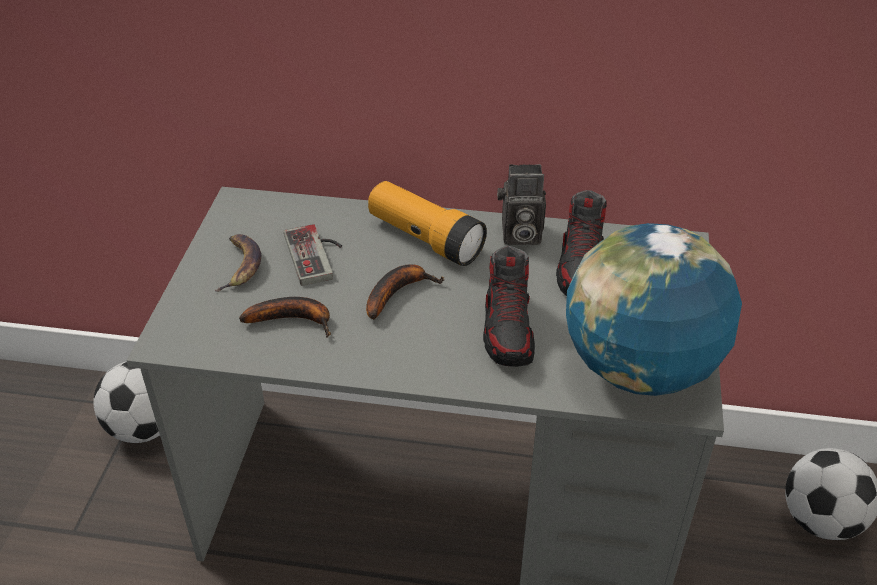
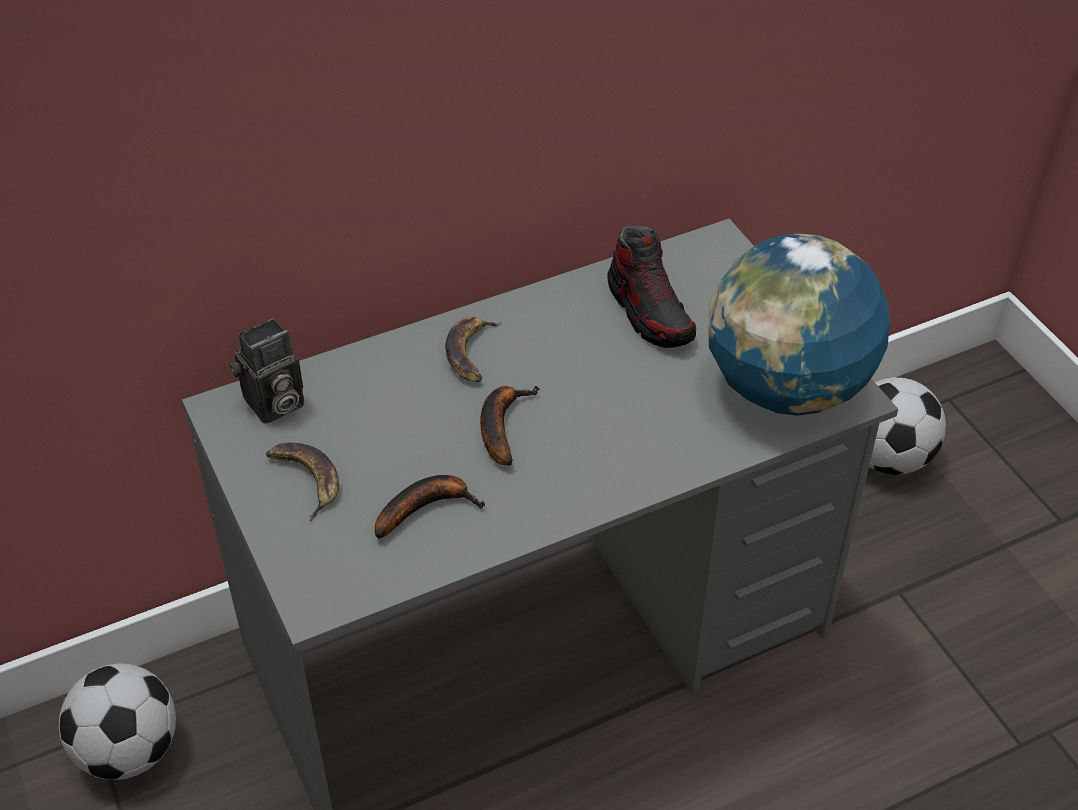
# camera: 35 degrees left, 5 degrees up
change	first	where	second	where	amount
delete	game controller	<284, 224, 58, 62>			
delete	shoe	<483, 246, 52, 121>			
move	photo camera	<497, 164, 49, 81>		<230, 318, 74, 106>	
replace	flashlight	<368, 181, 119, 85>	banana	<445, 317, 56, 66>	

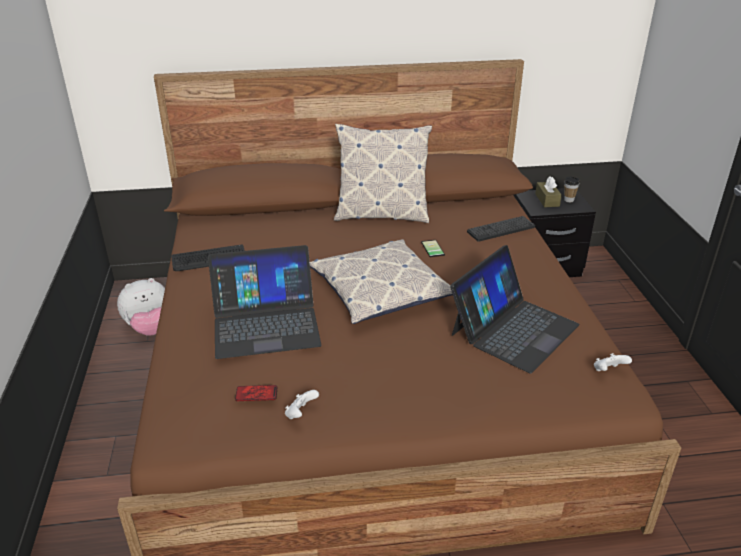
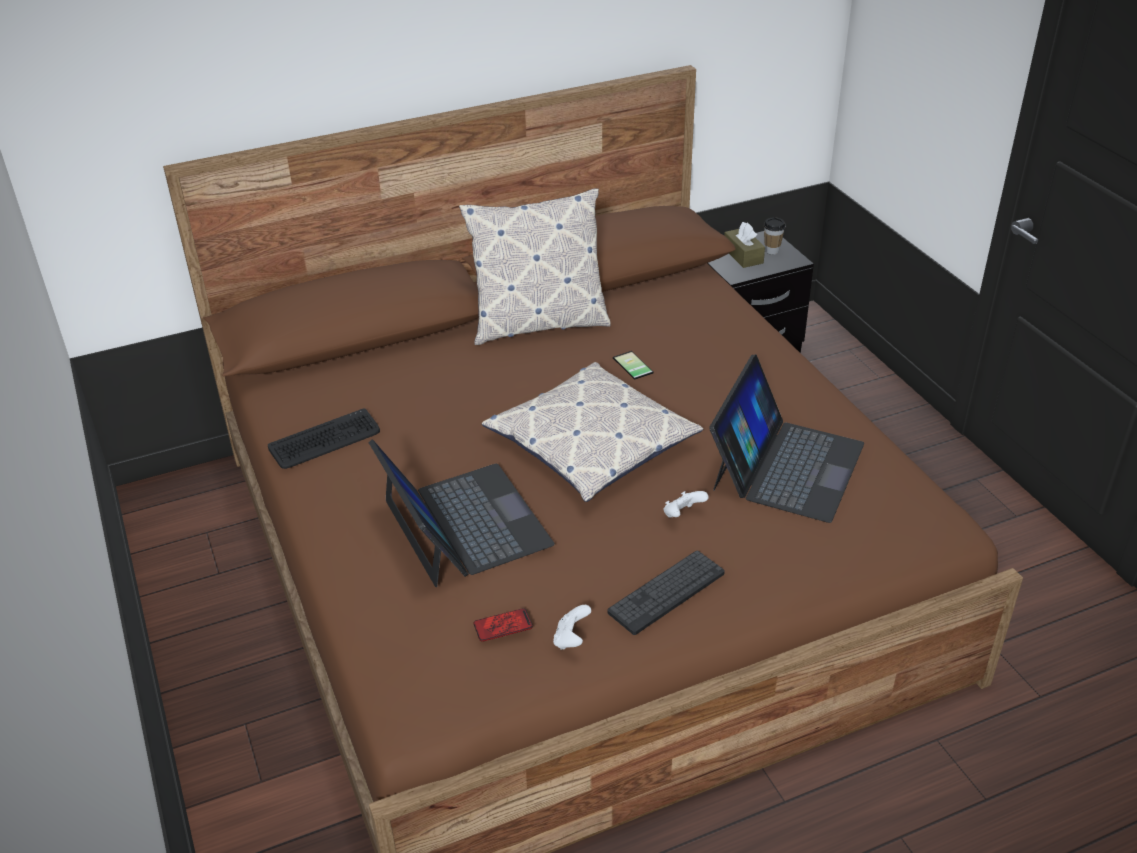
# camera: 15 degrees left, 5 degrees up
change	first	where	second	where	amount
delete	plush toy	<117, 278, 48, 58>			
move	keyboard	<467, 216, 68, 26>		<607, 551, 118, 84>	
move	game controller (white)	<594, 353, 38, 18>		<664, 491, 45, 27>	
rotate	laptop	<208, 245, 113, 114>		<368, 439, 187, 148>	90 degrees counterclockwise

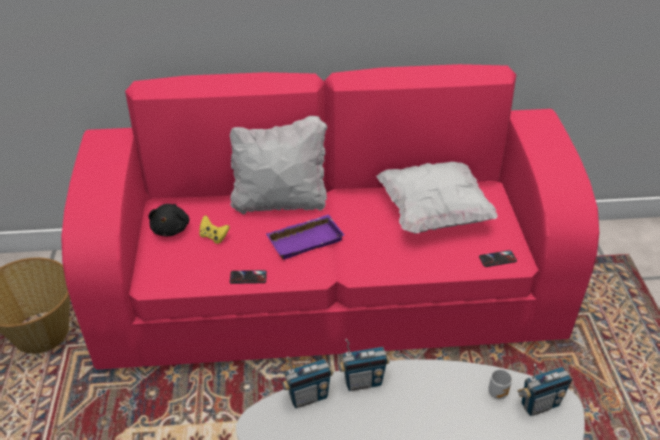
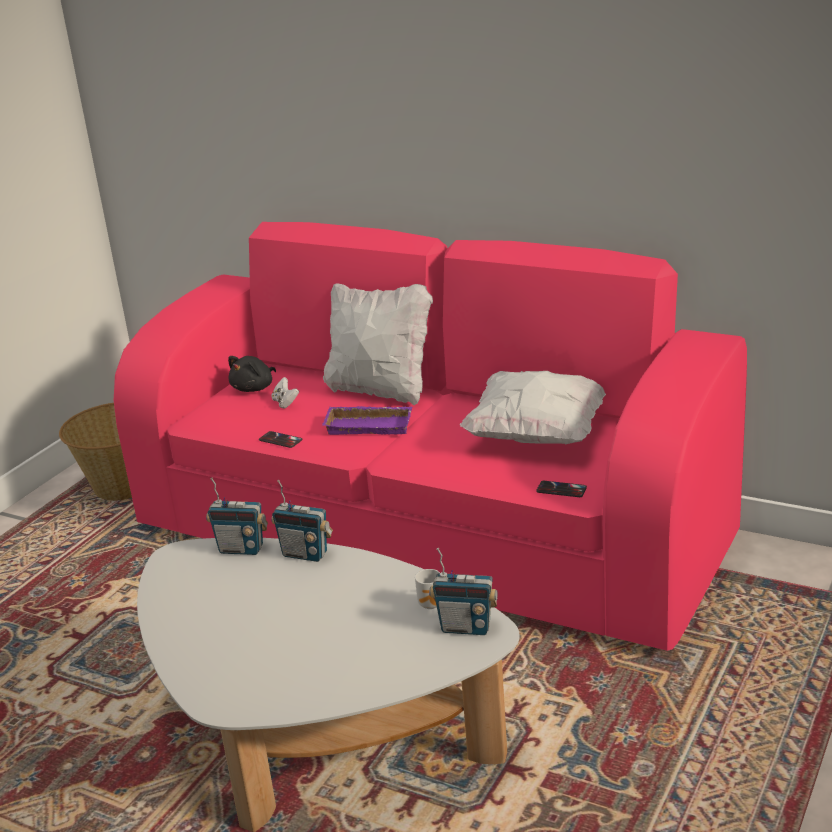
# camera: 35 degrees right, 15 degrees down
change	first	where	second	where	amount
recolor	game controller (yellow)	<199, 215, 31, 29>	game controller (white)	<271, 377, 28, 32>	

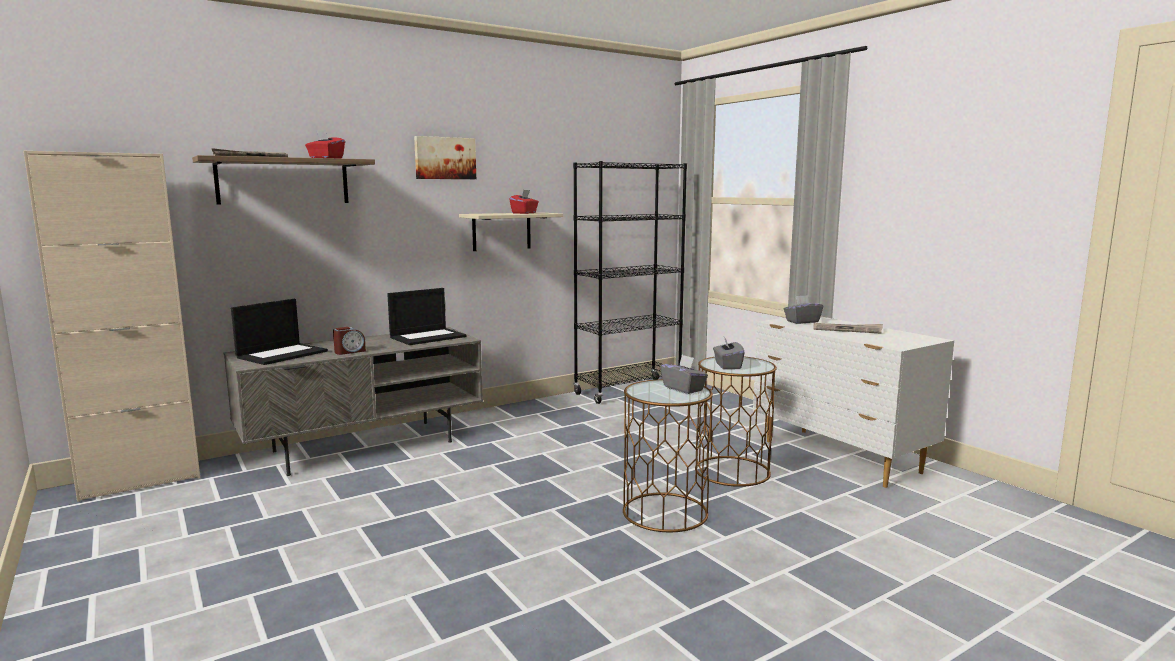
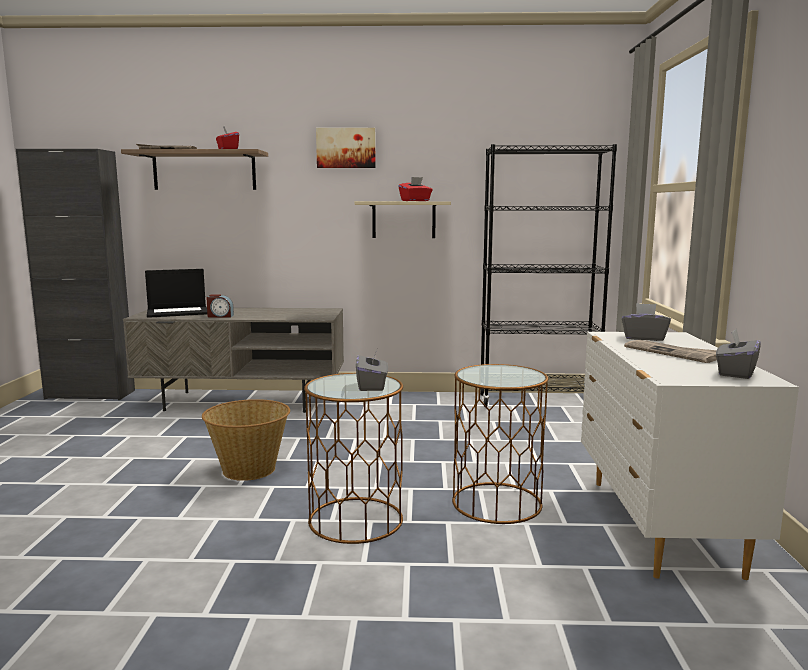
# camera: 35 degrees right, 0 degrees up
change	first	where	second	where	amount
delete	laptop	<387, 288, 80, 57>			
insert			basket	<202, 399, 88, 82>	
move	tissue box (grey)	<713, 337, 32, 32>		<716, 328, 45, 51>	
recolor	cabinet (beige)	<23, 151, 177, 351>	cabinet (black)	<16, 149, 119, 251>	

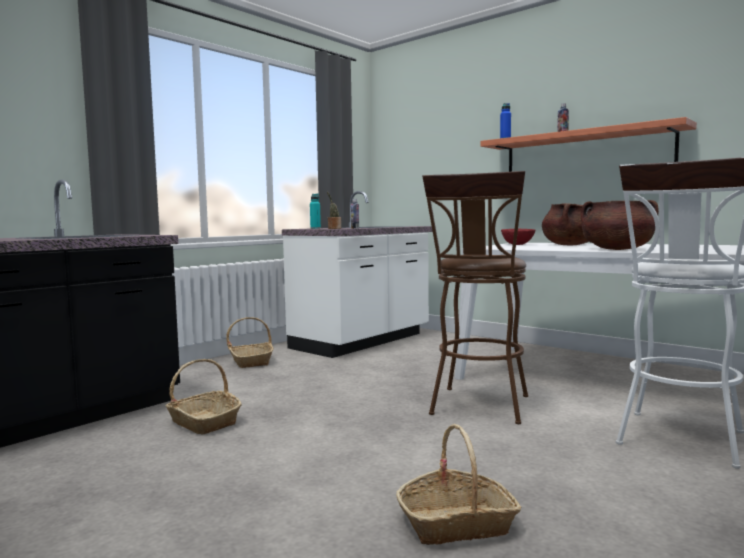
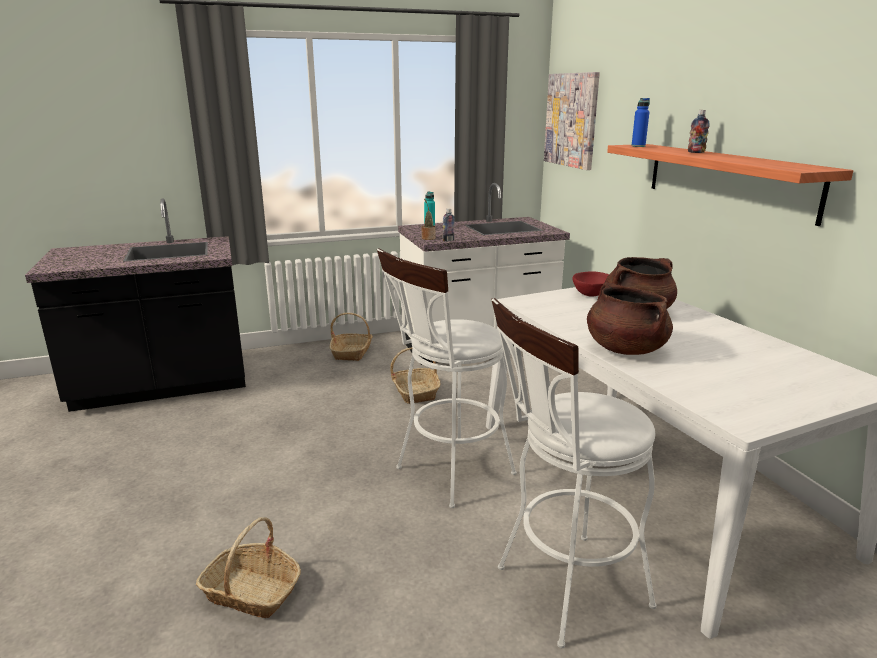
# camera: 30 degrees right, 15 degrees up
change	first	where	second	where	amount
insert			picture	<544, 72, 56, 98>	
move	basket	<166, 359, 76, 75>		<390, 348, 51, 56>	
recolor	stool (brown)	<422, 171, 106, 253>	stool (white)	<377, 249, 140, 259>	

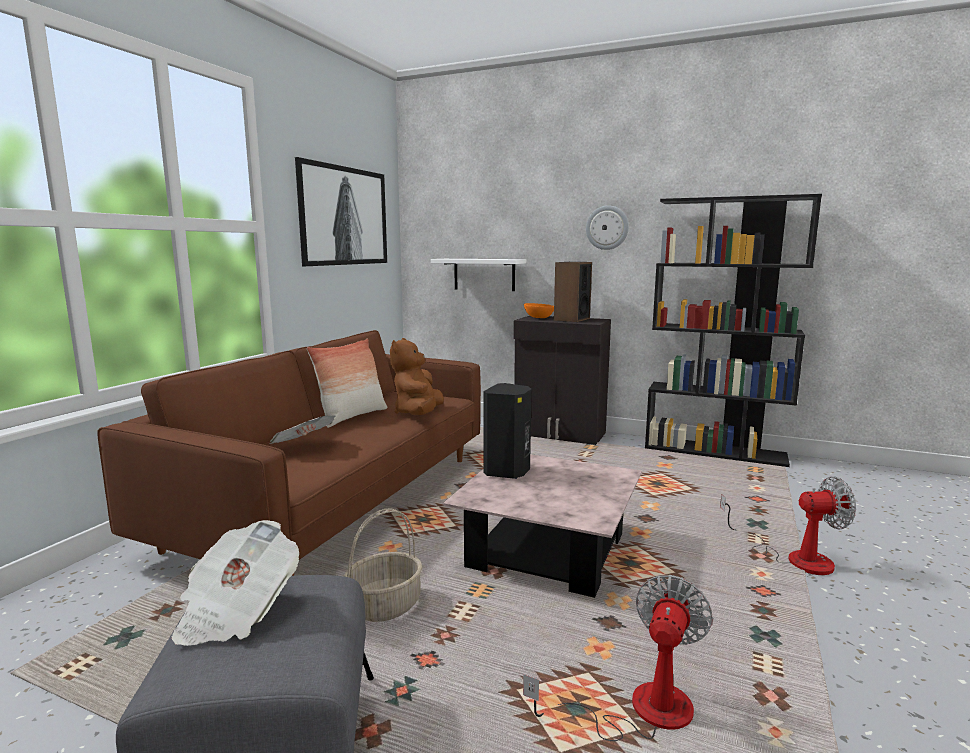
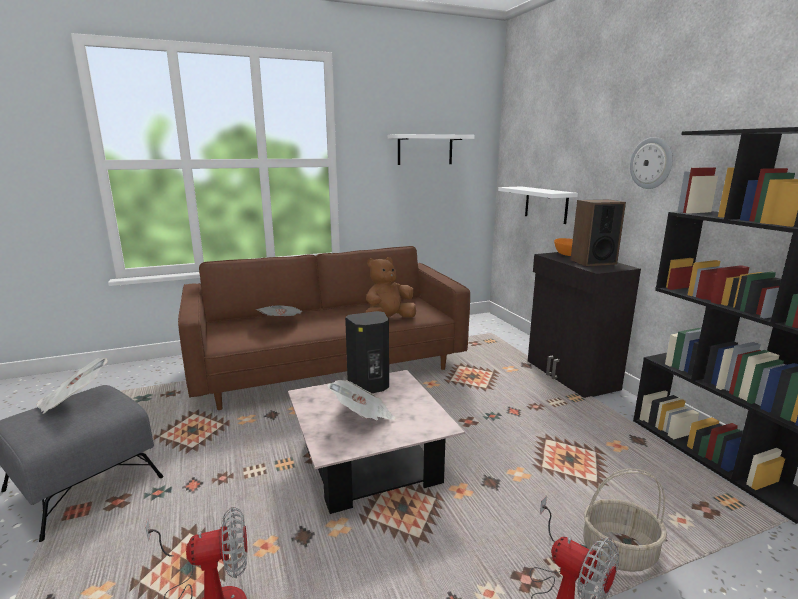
# camera: 45 degrees right, 5 degrees up
change	first	where	second	where	amount
delete	pillow	<307, 339, 80, 89>			
insert			newspaper	<327, 380, 69, 40>	
move	basket	<344, 509, 78, 113>		<583, 469, 84, 103>	
replace	picture	<295, 157, 92, 109>	shelf (white)	<388, 134, 87, 31>	

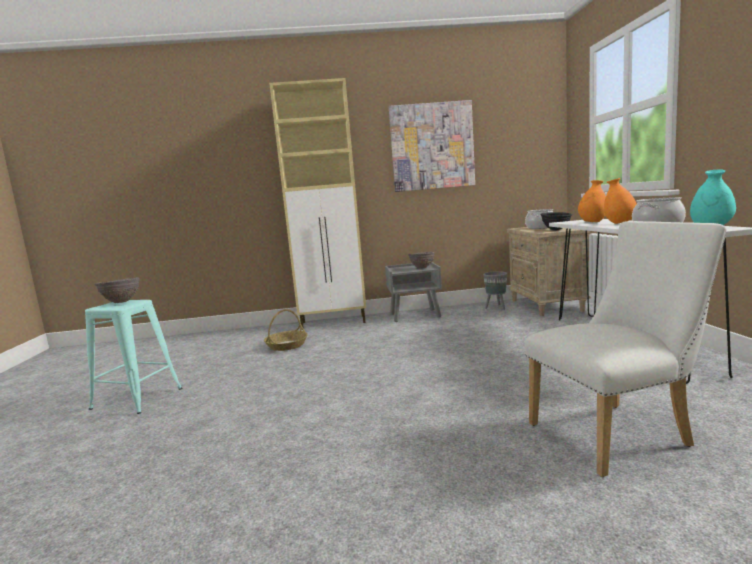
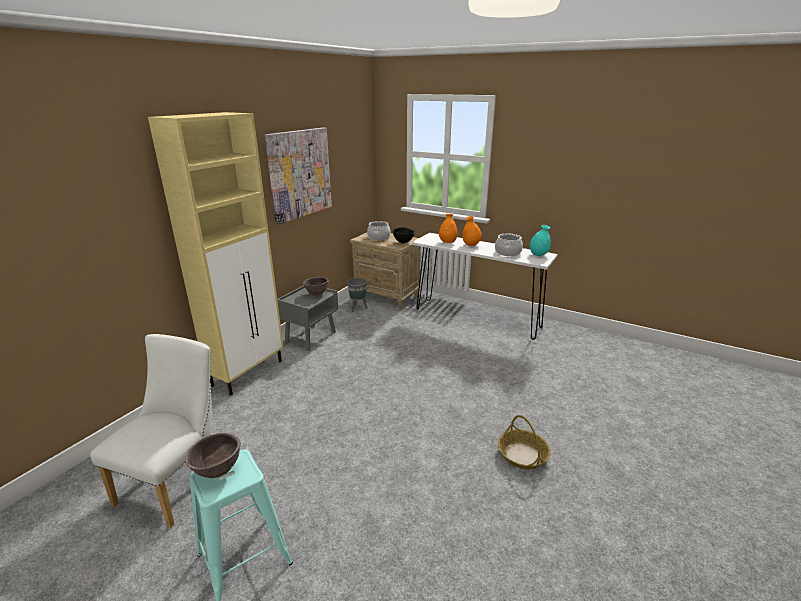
# camera: 55 degrees left, 15 degrees up
change	first	where	second	where	amount
move	basket	<264, 309, 44, 42>		<498, 415, 53, 54>	
move	chair (white)	<525, 221, 202, 256>		<90, 334, 122, 194>	

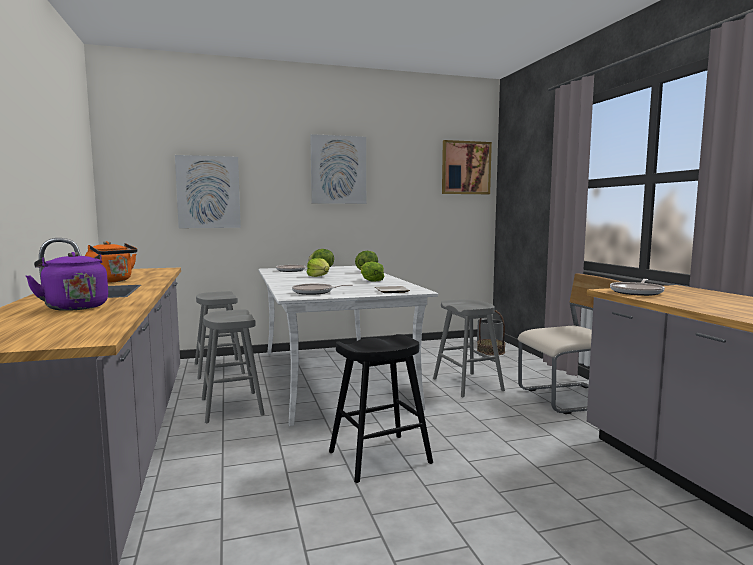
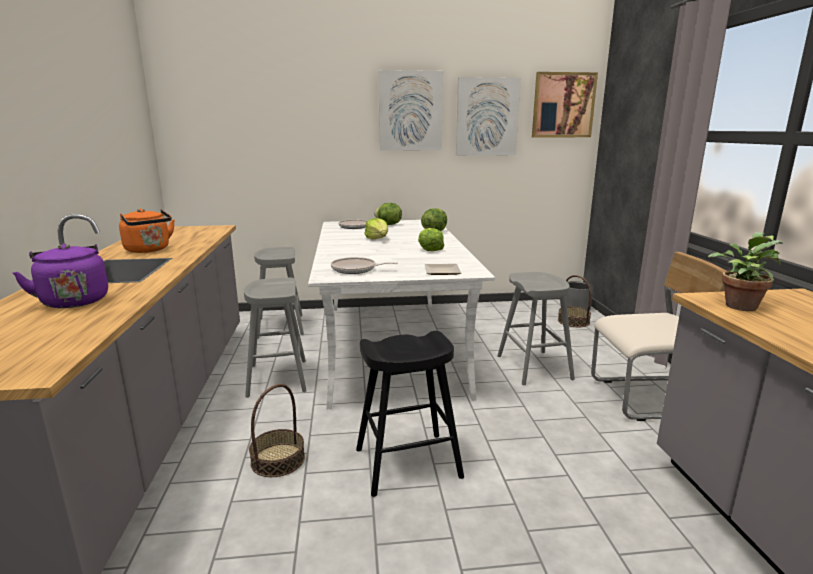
# camera: 10 degrees right, 10 degrees up
change	first	where	second	where	amount
insert			basket	<249, 384, 56, 93>	
move	picture	<175, 155, 66, 73>		<456, 77, 65, 79>	
replace	frying pan	<610, 279, 55, 17>	potted plant	<708, 232, 75, 79>	

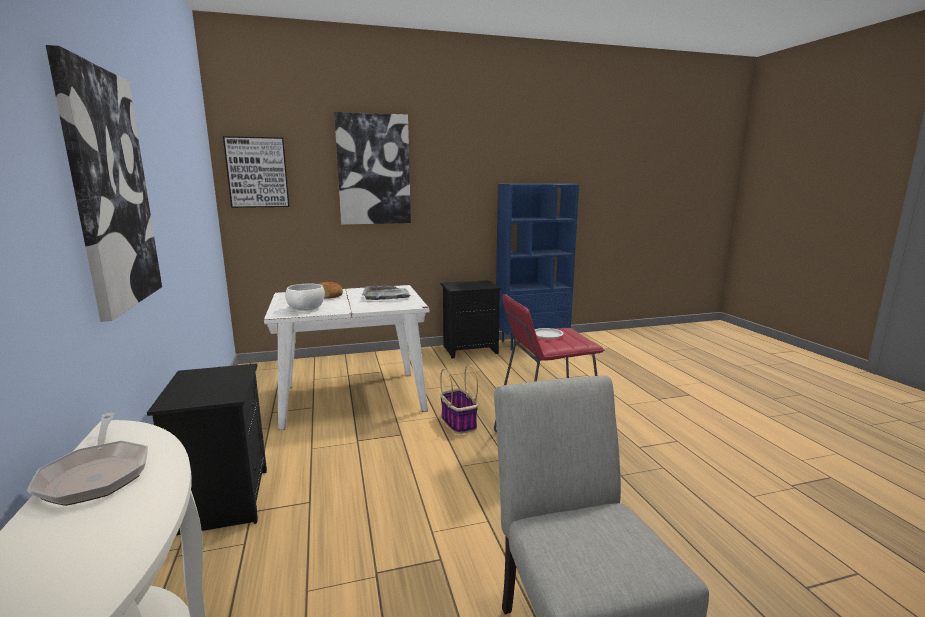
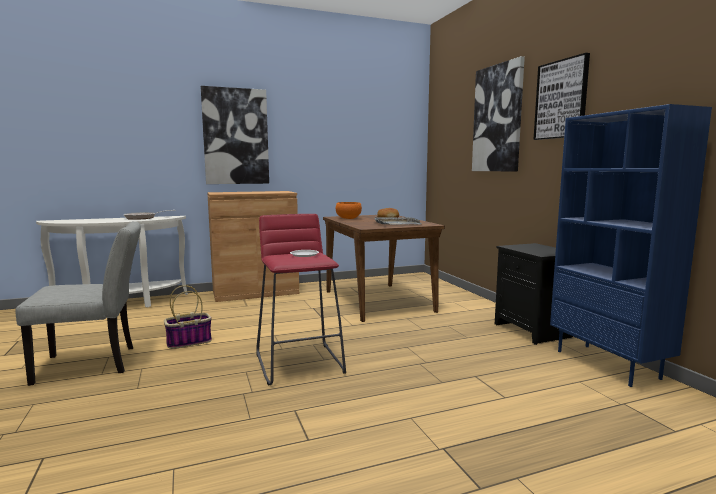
# camera: 85 degrees right, 5 degrees down
change	first	where	second	where	amount
move	picture	<223, 136, 67, 72>		<533, 53, 57, 87>	
move	basket	<440, 365, 38, 69>		<164, 285, 48, 64>	
replace	nightstand (black)	<147, 363, 120, 172>	cabinet (brown)	<207, 191, 92, 111>	
recolor	dining table (white)	<264, 285, 166, 145>	dining table (brown)	<323, 215, 122, 107>	
recolor	bowl (white)	<285, 283, 40, 28>	bowl (orange)	<336, 202, 26, 17>	

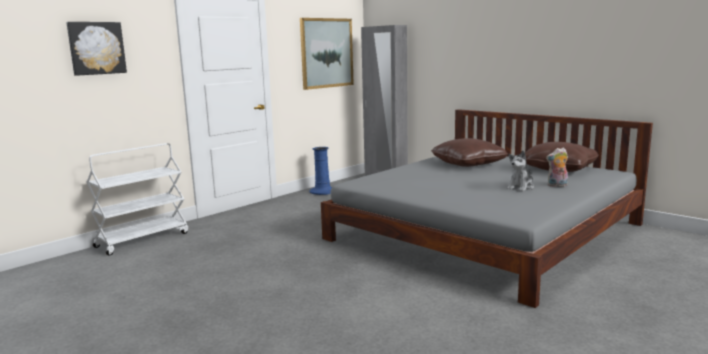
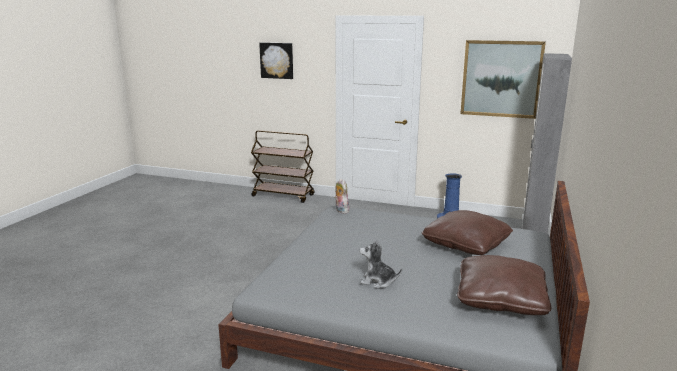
# camera: 65 degrees right, 5 degrees up
change	first	where	second	where	amount
move	plush toy	<546, 148, 22, 39>		<334, 179, 17, 35>	
recolor	cart (white)	<87, 143, 101, 113>	cart (brown)	<251, 130, 64, 73>	

